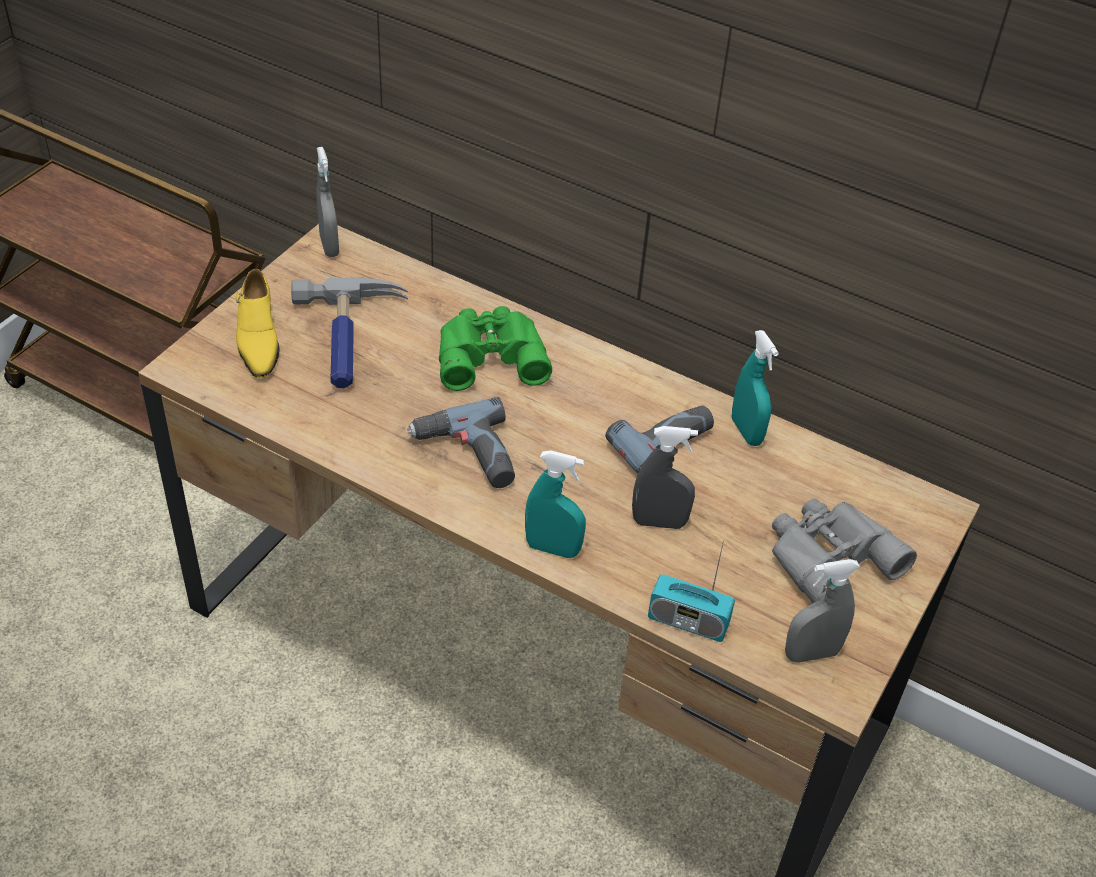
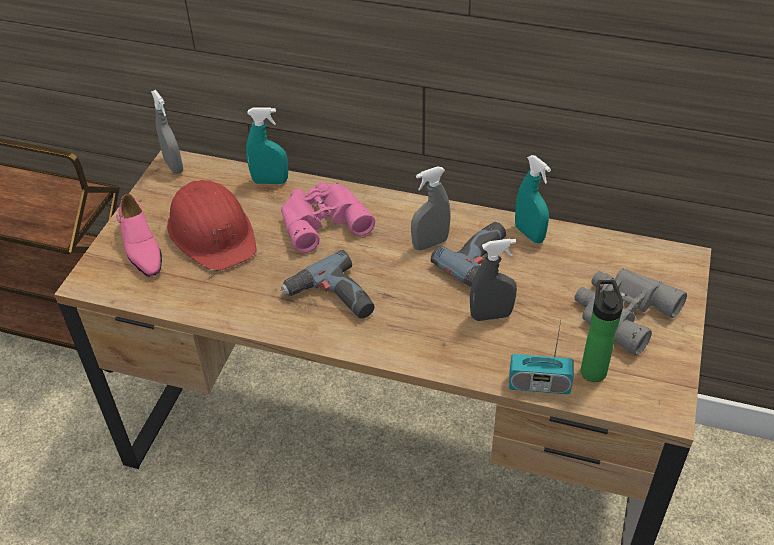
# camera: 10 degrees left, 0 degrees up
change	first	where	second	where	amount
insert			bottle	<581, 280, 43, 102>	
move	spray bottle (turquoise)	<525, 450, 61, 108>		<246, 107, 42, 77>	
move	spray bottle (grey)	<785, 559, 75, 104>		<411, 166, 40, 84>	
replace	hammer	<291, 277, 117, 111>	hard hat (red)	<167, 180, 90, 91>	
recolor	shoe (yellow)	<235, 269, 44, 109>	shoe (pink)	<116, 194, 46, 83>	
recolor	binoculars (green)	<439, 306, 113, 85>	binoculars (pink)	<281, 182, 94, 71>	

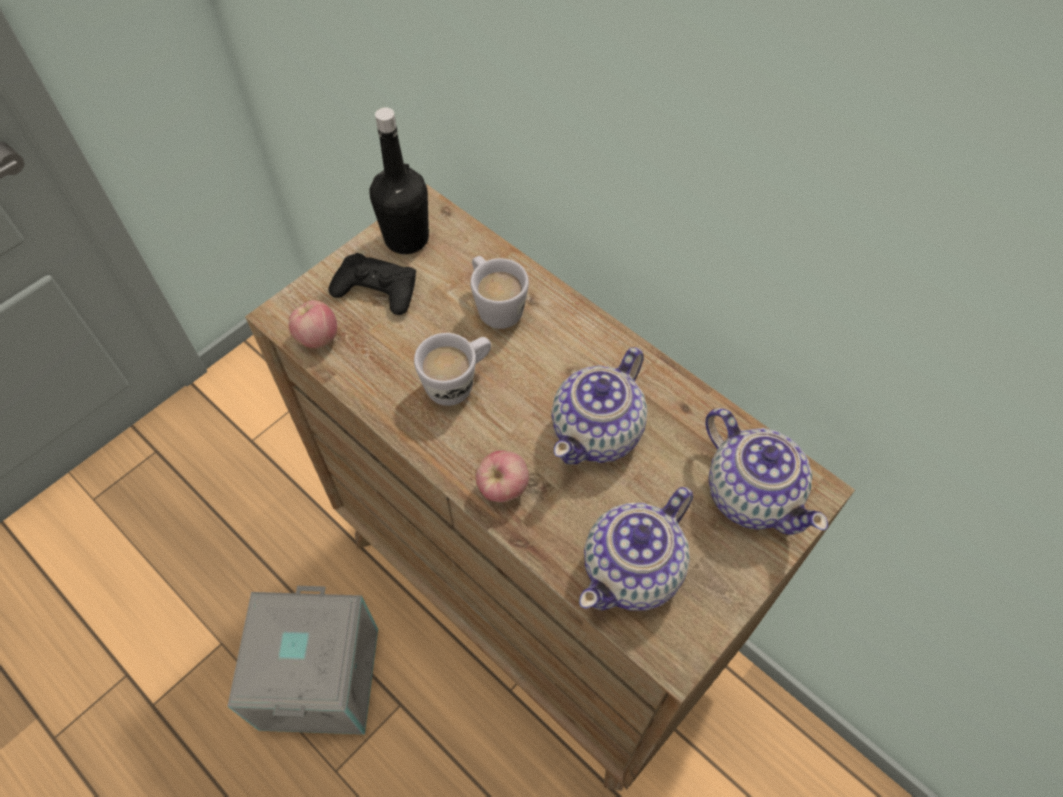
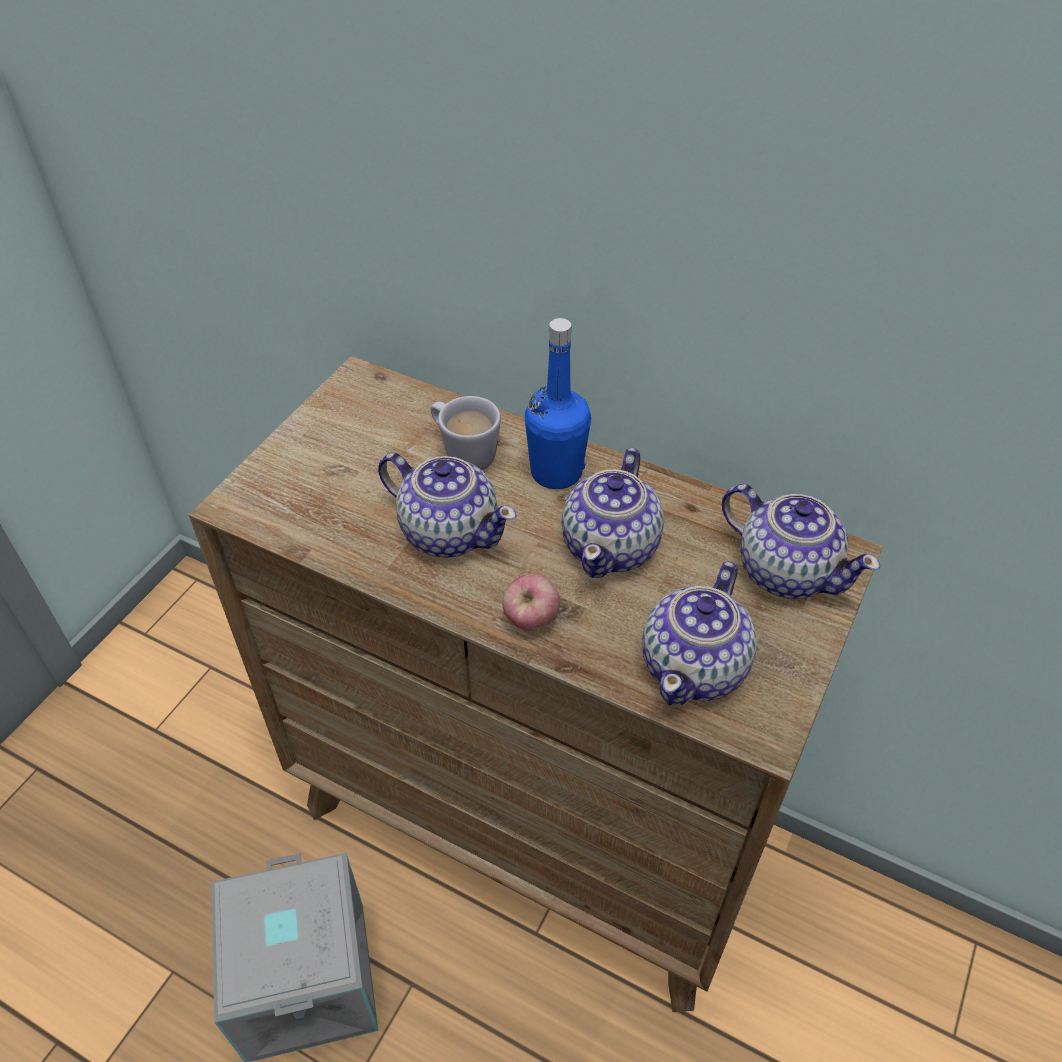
# camera: 15 degrees left, 10 degrees down
change	first	where	second	where	amount
delete	apple	<288, 300, 49, 48>			
delete	game controller (black)	<329, 253, 87, 62>			
delete	bottle (black)	<369, 107, 60, 147>			
insert			bottle (blue)	<525, 318, 66, 171>	
replace	mug (white)	<414, 333, 77, 73>	teapot	<378, 453, 139, 105>	

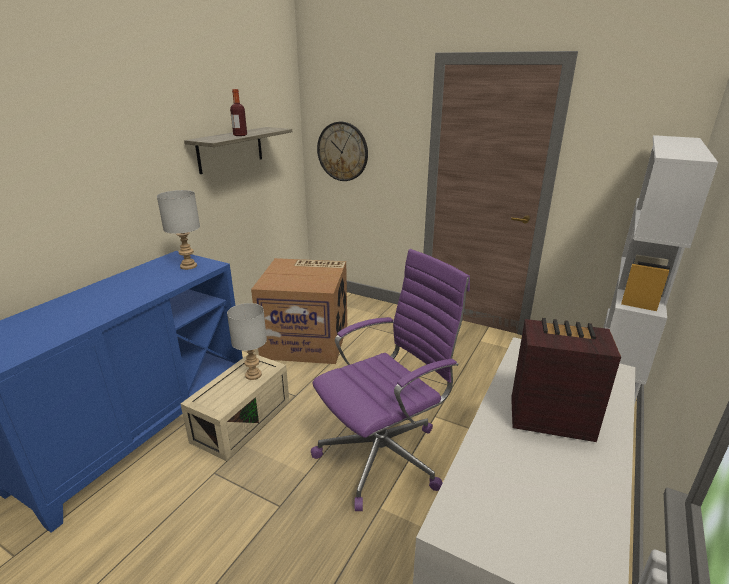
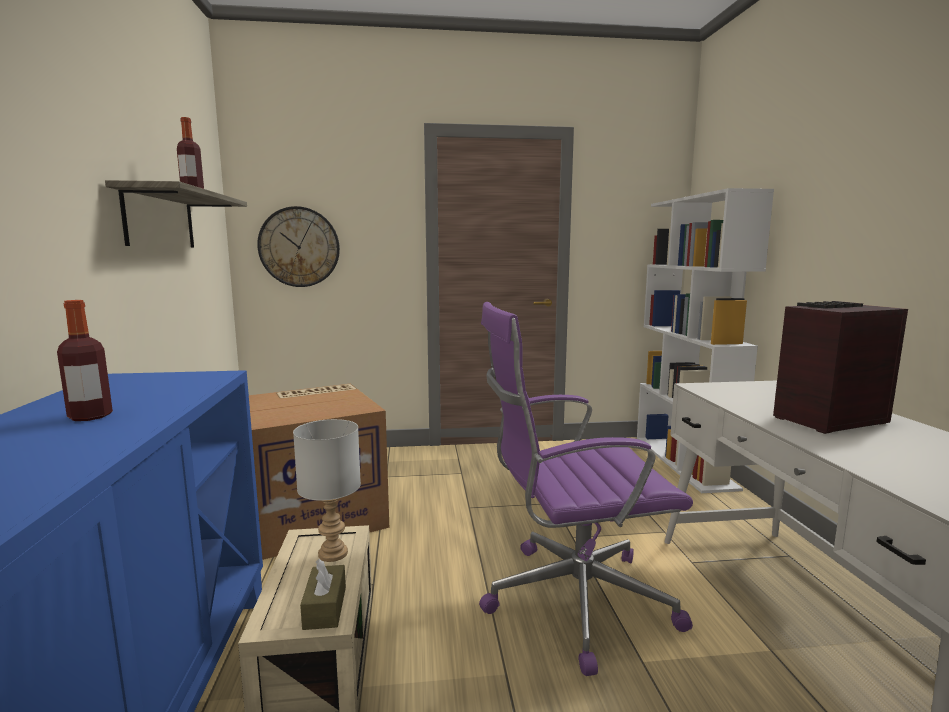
# camera: 35 degrees left, 15 degrees down
change	first	where	second	where	amount
delete	table lamp (grey)	<157, 190, 43, 80>			
insert			bottle	<57, 300, 56, 121>	
insert			tissue box (brown)	<300, 559, 46, 71>	
rotate	office chair (purple)	<311, 249, 159, 262>		<479, 302, 214, 374>	120 degrees counterclockwise

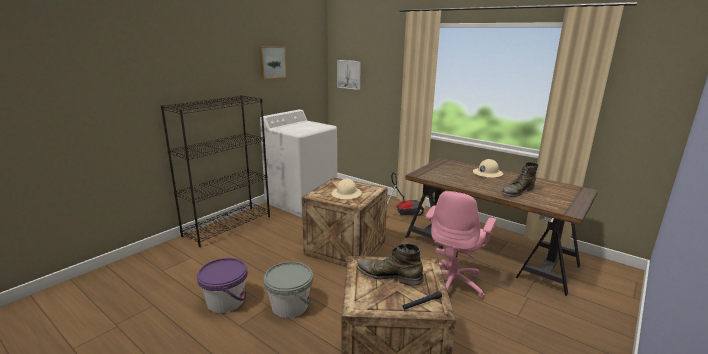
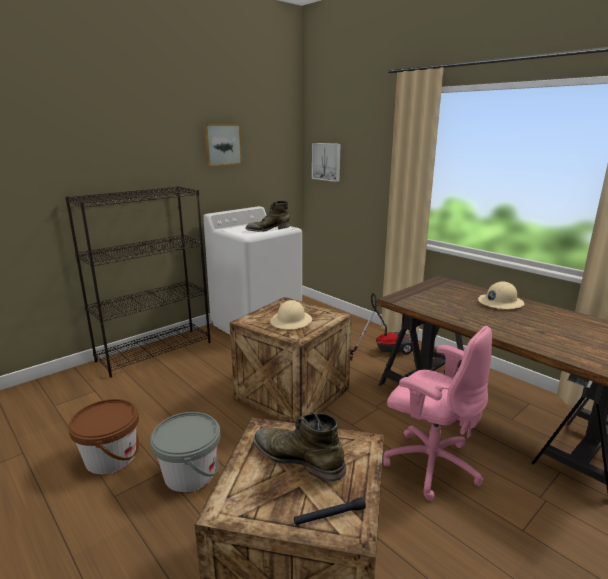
# camera: 10 degrees right, 0 degrees up
change	first	where	second	where	amount
move	boot (green)	<501, 162, 37, 35>		<245, 201, 45, 31>	
recolor	bucket (purple)	<197, 258, 51, 55>	bucket (brown)	<68, 399, 71, 75>	
rotate	office chair (pink)	<426, 191, 71, 108>		<383, 326, 109, 175>	90 degrees counterclockwise

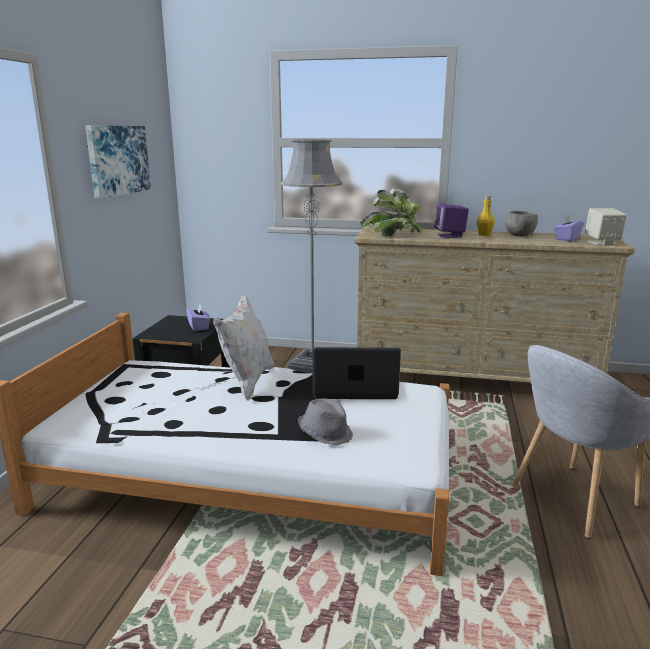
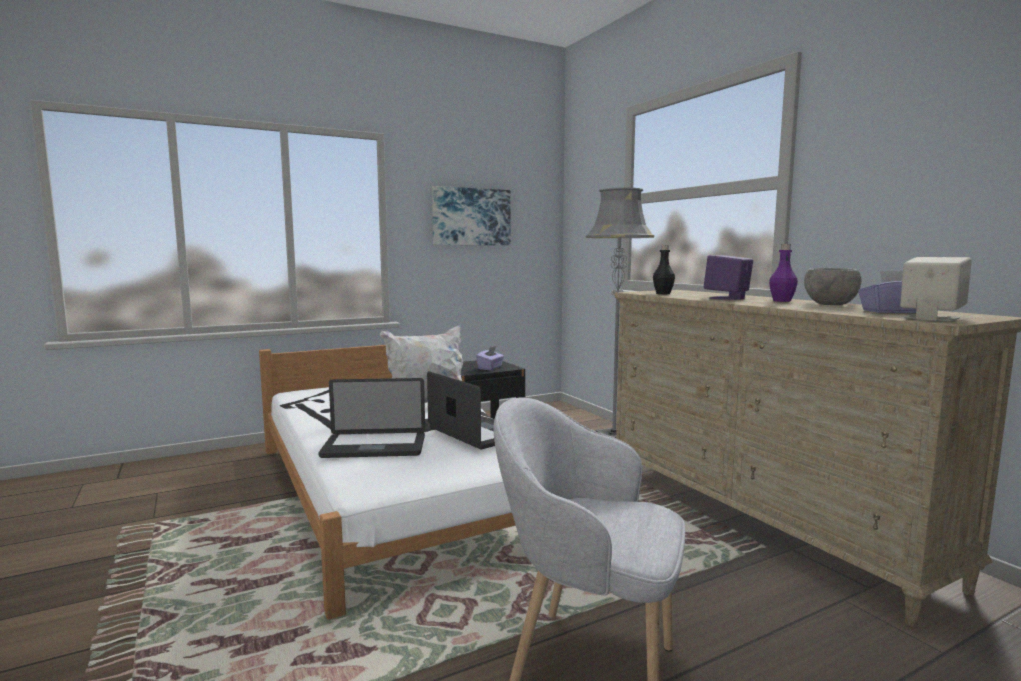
# camera: 50 degrees right, 10 degrees down
change	first	where	second	where	amount
replace	hat (grey)	<298, 398, 55, 47>	laptop	<318, 378, 107, 80>	
replace	potted plant	<360, 188, 63, 49>	bottle (black)	<653, 245, 22, 49>	
recolor	bottle (yellow)	<477, 195, 18, 41>	bottle (purple)	<769, 244, 29, 58>	

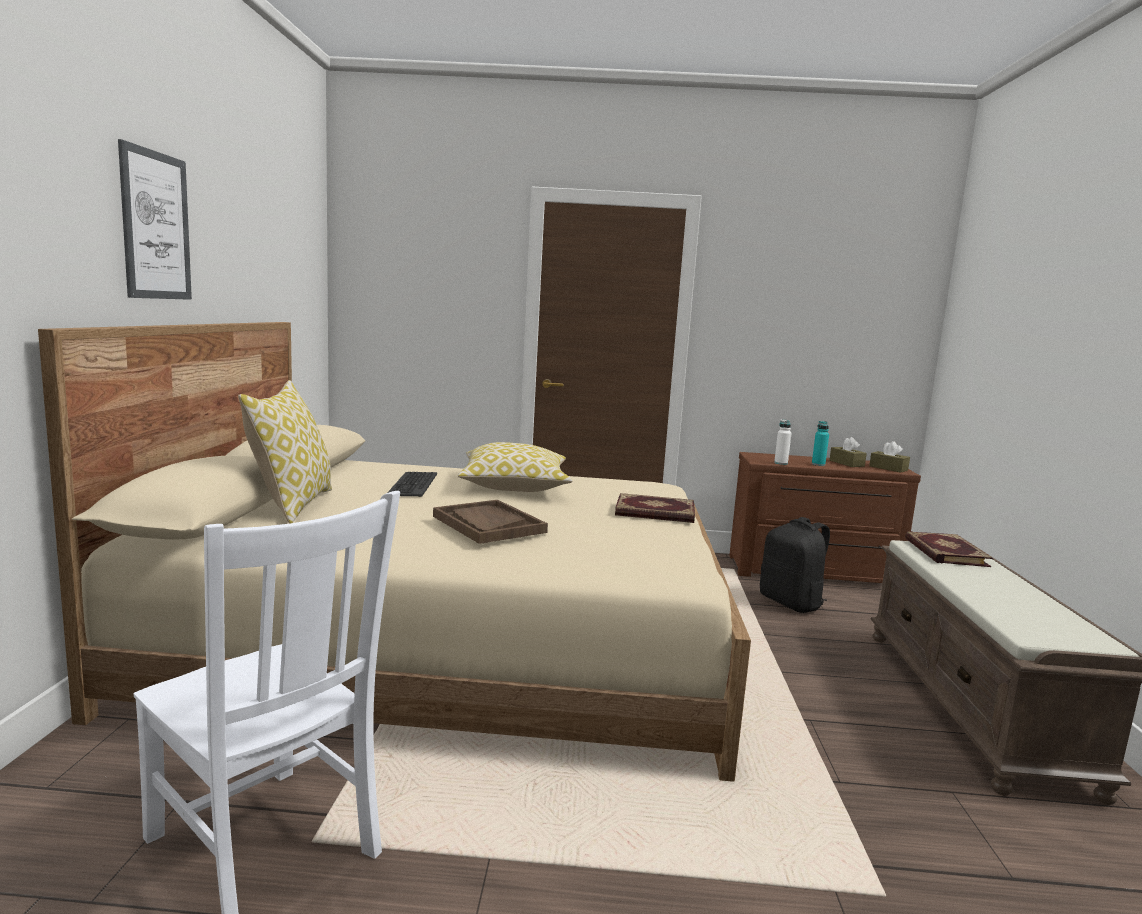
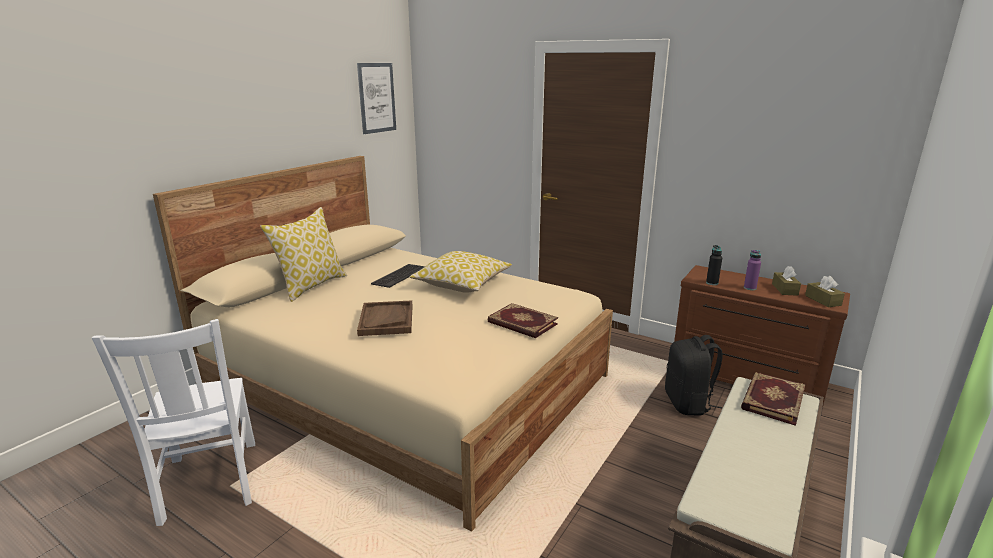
# camera: 30 degrees right, 10 degrees up
change	first	where	second	where	amount
move	picture	<118, 139, 74, 161>		<357, 63, 39, 71>	
recolor	bottle (white)	<774, 419, 18, 46>	bottle (black)	<706, 245, 16, 40>	
recolor	bottle (turquoise)	<812, 421, 17, 45>	bottle (purple)	<744, 250, 17, 40>	

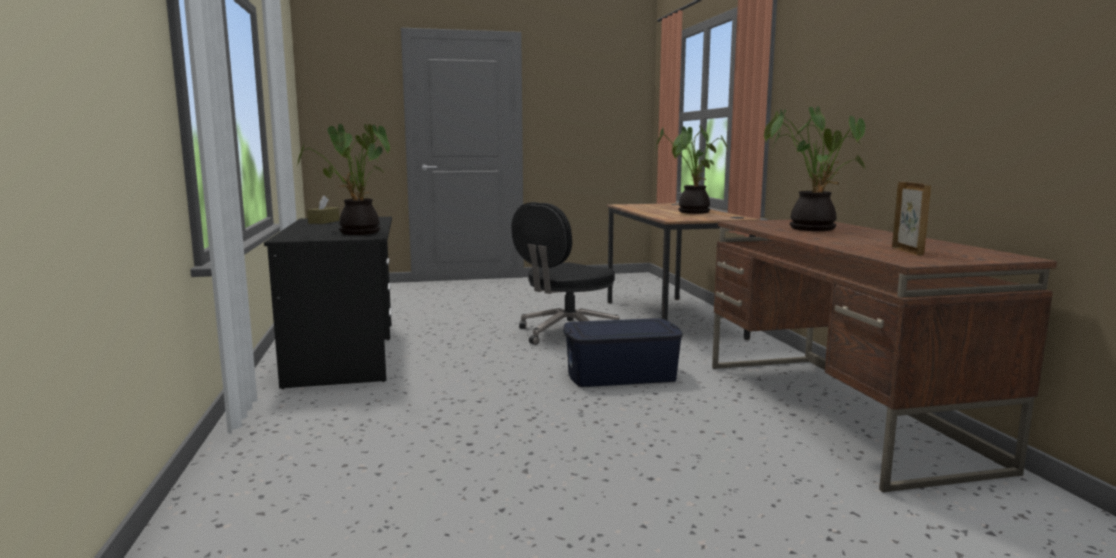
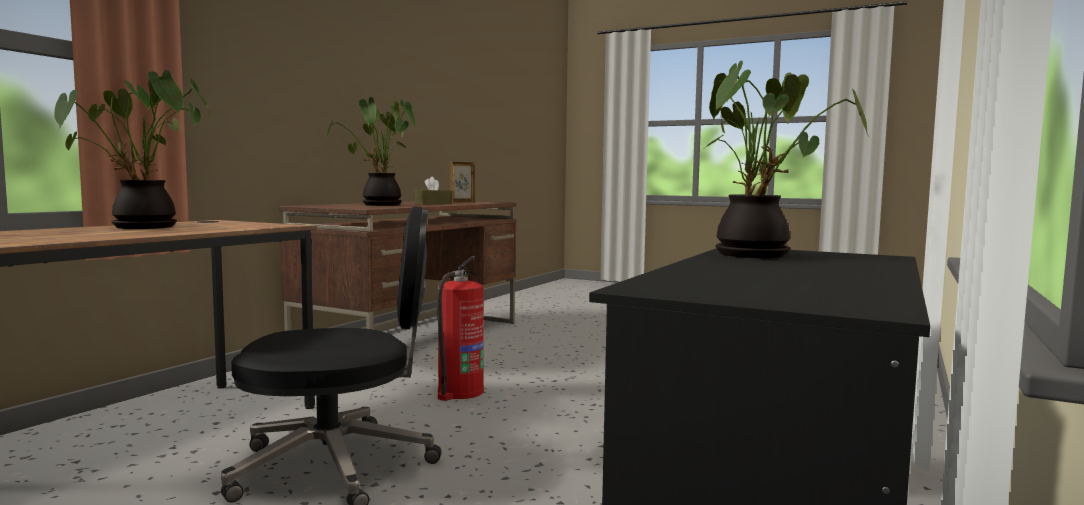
# camera: 140 degrees left, 5 degrees down
change	first	where	second	where	amount
move	tissue box (brown)	<307, 195, 33, 29>		<415, 176, 36, 29>	
replace	storage box (blue)	<563, 318, 120, 69>	fire extinguisher	<437, 256, 47, 145>	

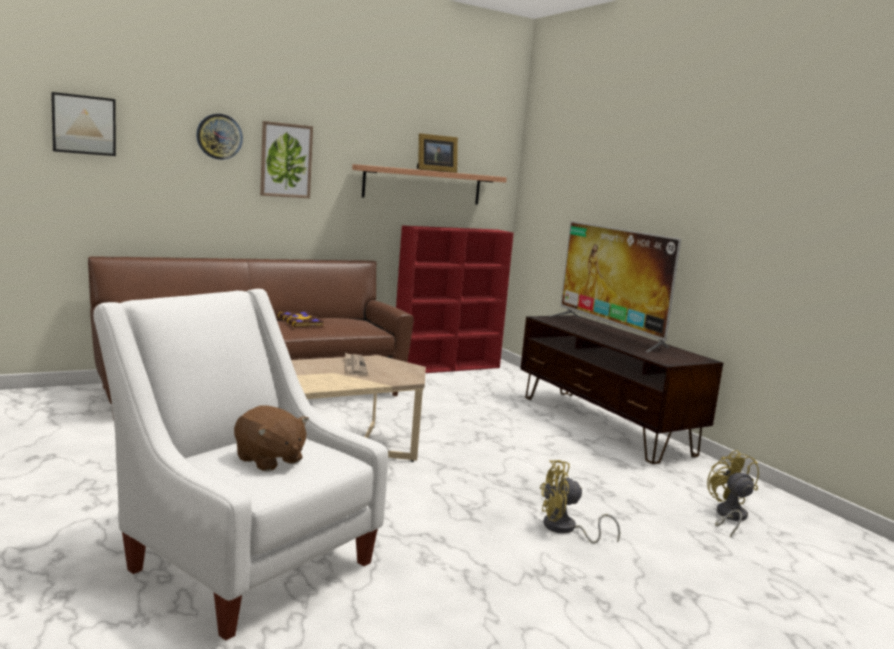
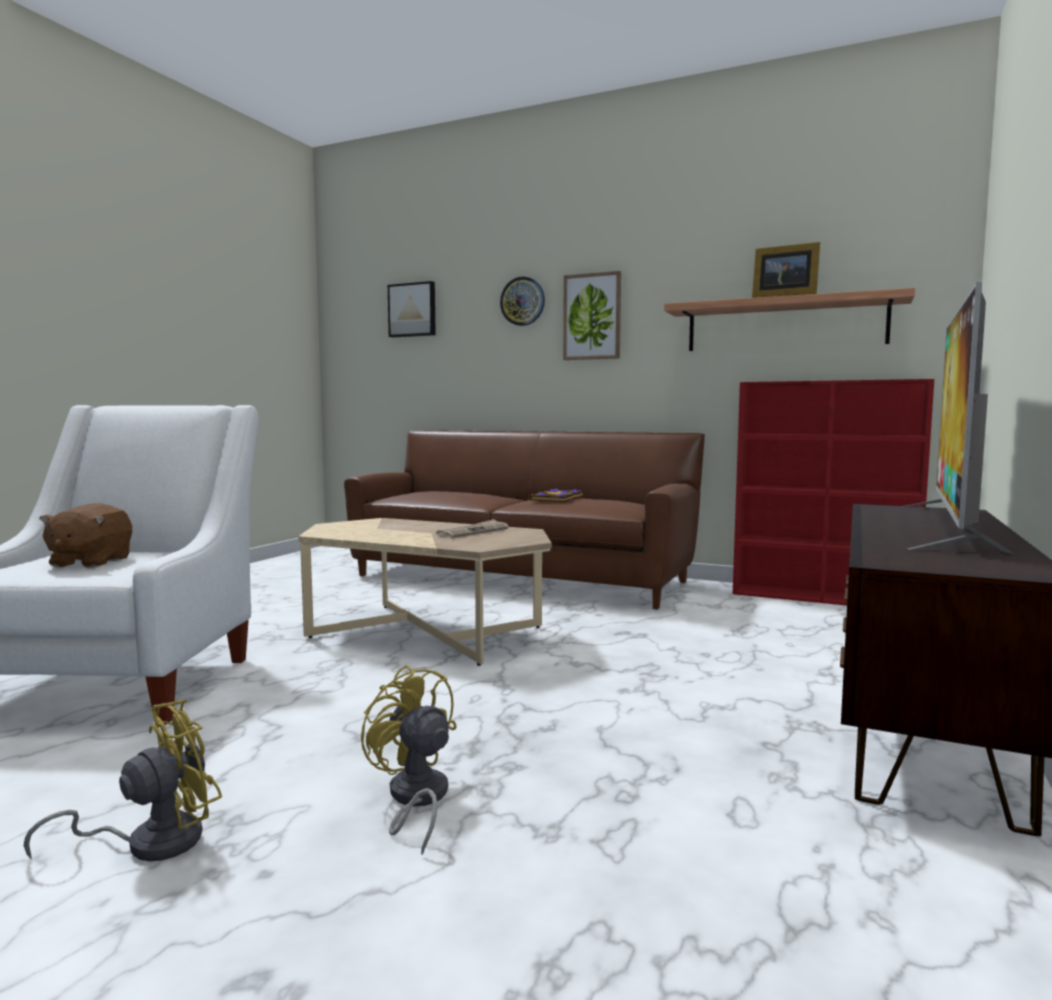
# camera: 55 degrees right, 5 degrees down
change	first	where	second	where	amount
move	fan (yellow)	<707, 450, 52, 87>		<24, 699, 198, 162>	

